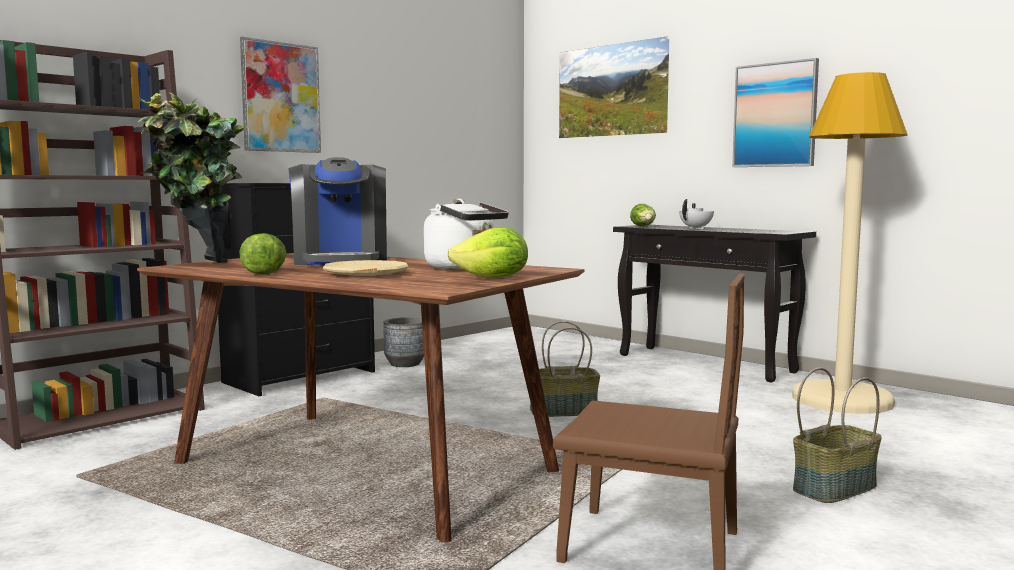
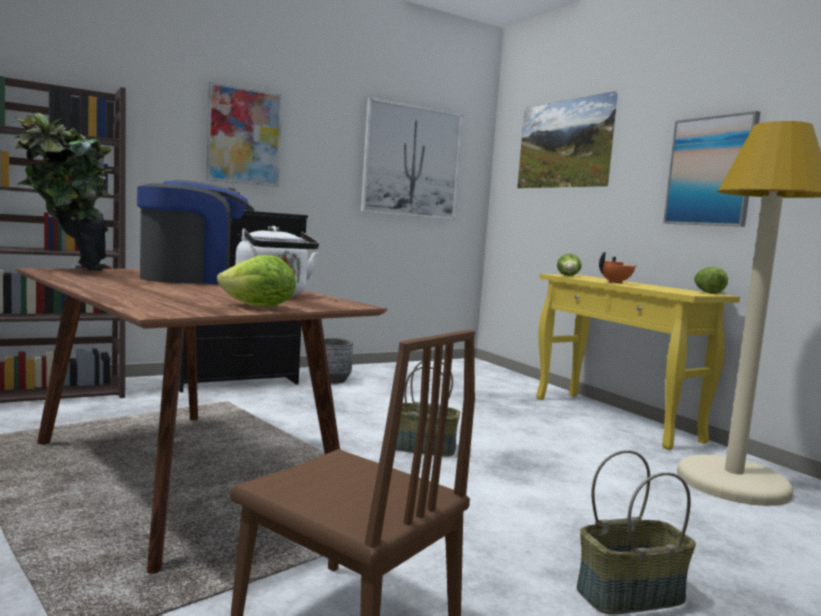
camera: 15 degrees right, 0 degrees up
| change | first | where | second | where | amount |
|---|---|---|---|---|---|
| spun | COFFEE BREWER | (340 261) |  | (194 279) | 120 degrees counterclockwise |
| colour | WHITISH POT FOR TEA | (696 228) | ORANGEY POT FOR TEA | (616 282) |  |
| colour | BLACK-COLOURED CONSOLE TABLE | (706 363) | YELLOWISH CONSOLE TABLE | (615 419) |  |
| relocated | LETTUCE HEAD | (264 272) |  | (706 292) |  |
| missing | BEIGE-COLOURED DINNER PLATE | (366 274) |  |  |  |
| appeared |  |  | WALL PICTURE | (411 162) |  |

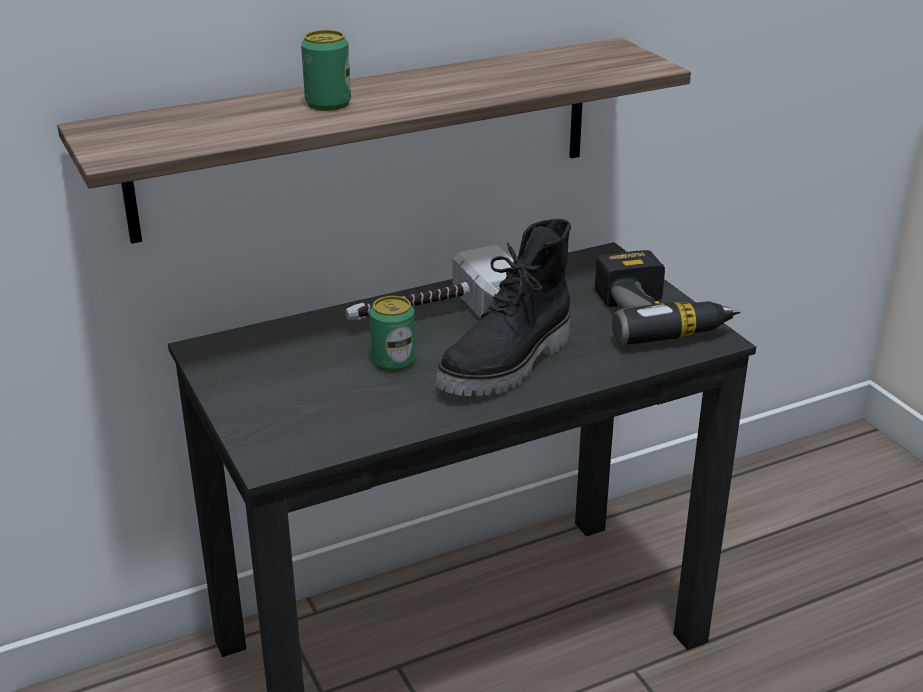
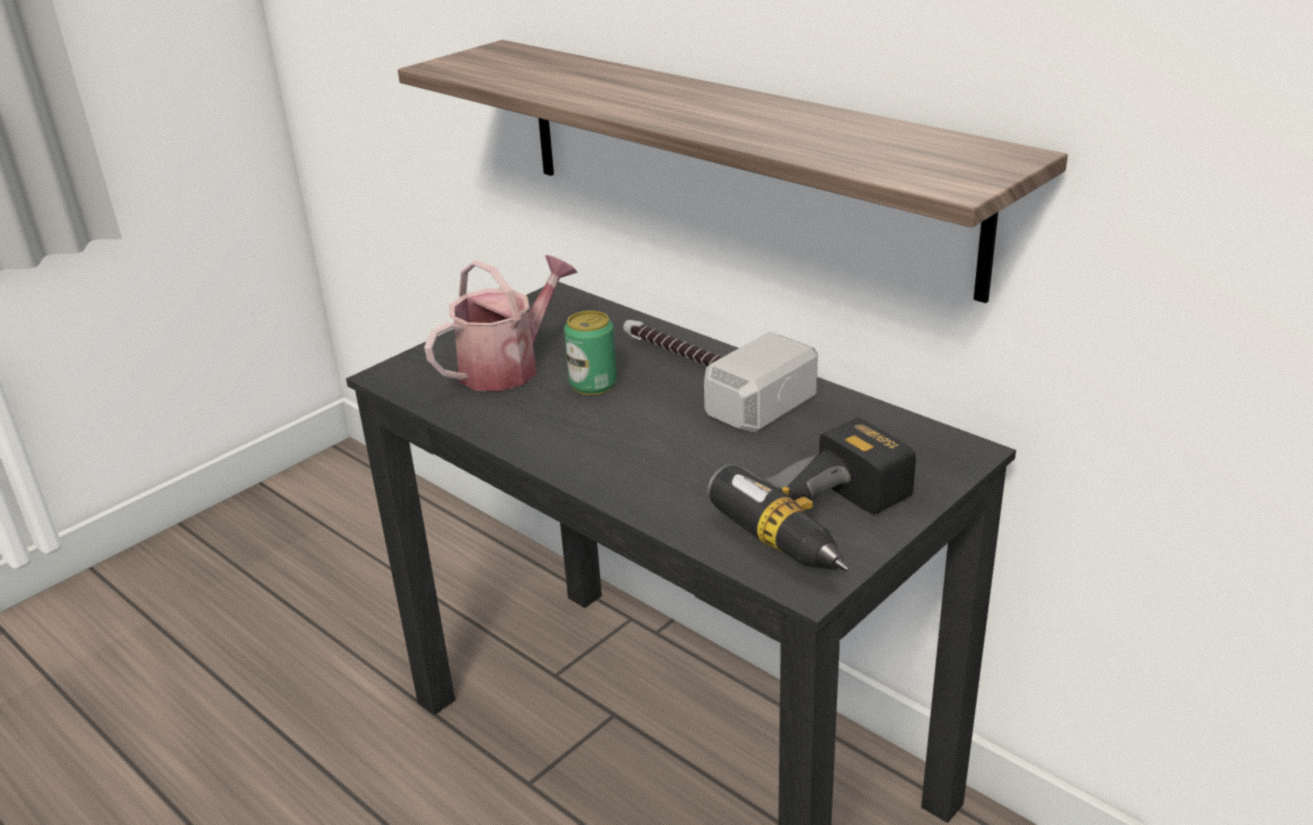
camera: 70 degrees right, 0 degrees up
| change | first | where | second | where | amount |
|---|---|---|---|---|---|
| missing | CAN | (328 103) |  |  |  |
| missing | BLACK-COLOURED BOOT | (508 366) |  |  |  |
| appeared |  |  | WATERING CAN | (508 366) |  |

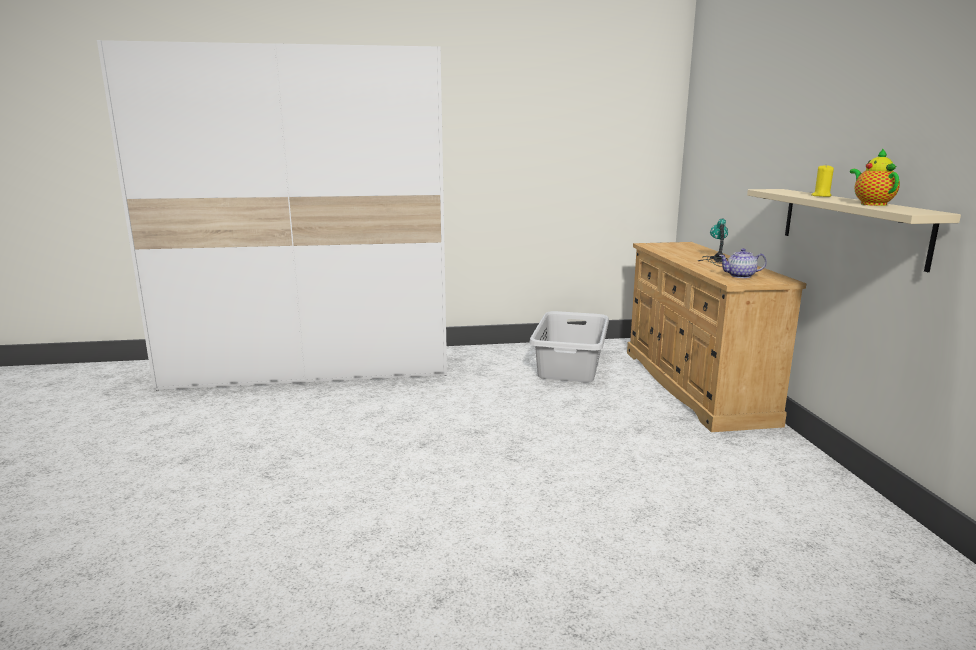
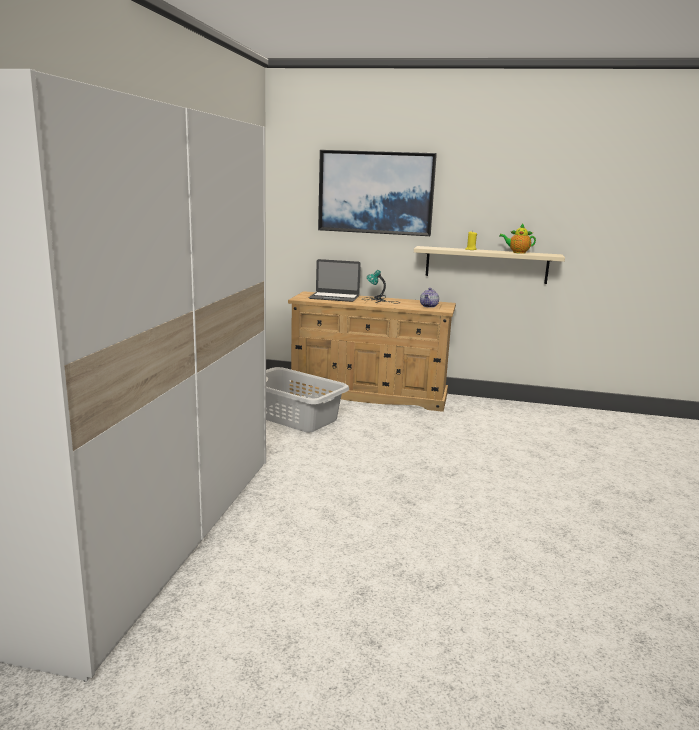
camera: 70 degrees left, 0 degrees up
| change | first | where | second | where | amount |
|---|---|---|---|---|---|
| appeared |  |  | WALL PICTURE | (376 192) |  |
| appeared |  |  | PORTABLE COMPUTER | (334 297) |  |

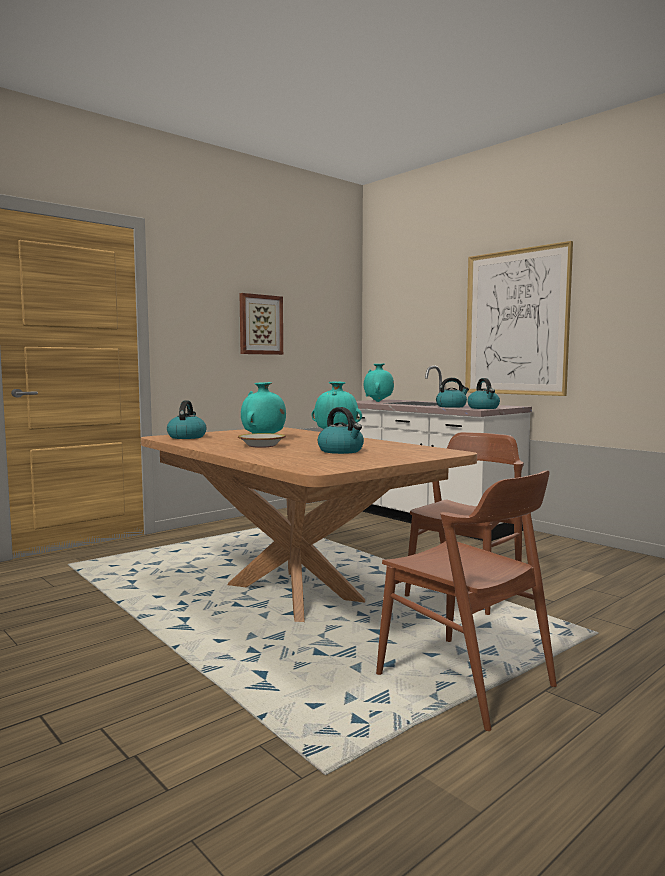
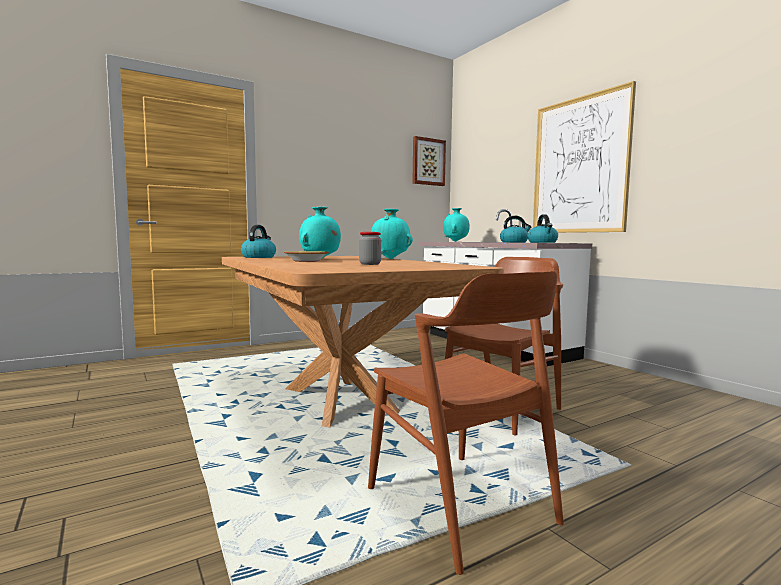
camera: 10 degrees right, 0 degrees up
| change | first | where | second | where | amount |
|---|---|---|---|---|---|
| relocated | WALL PICTURE | (260 324) |  | (428 162) |  |
| exchanged | KETTLE | (341 451) | STORAGE JAR | (370 264) |  |

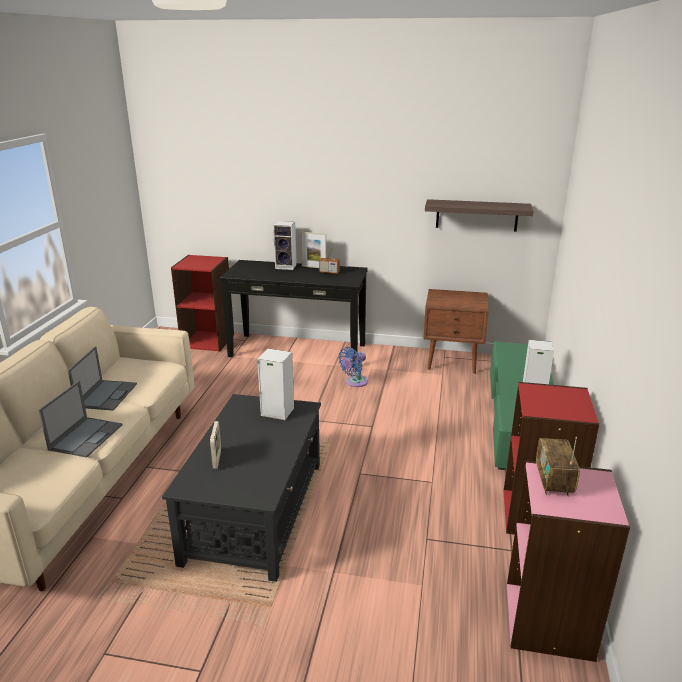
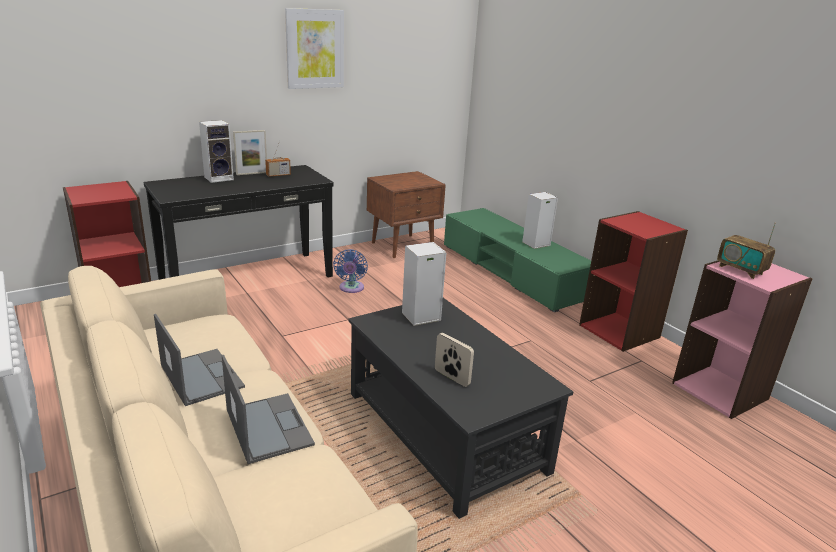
camera: 45 degrees left, 0 degrees up
| change | first | where | second | where | amount |
|---|---|---|---|---|---|
| missing | WALL SHELF | (476 215) |  |  |  |
| appeared |  |  | WALL PICTURE | (315 49) |  |

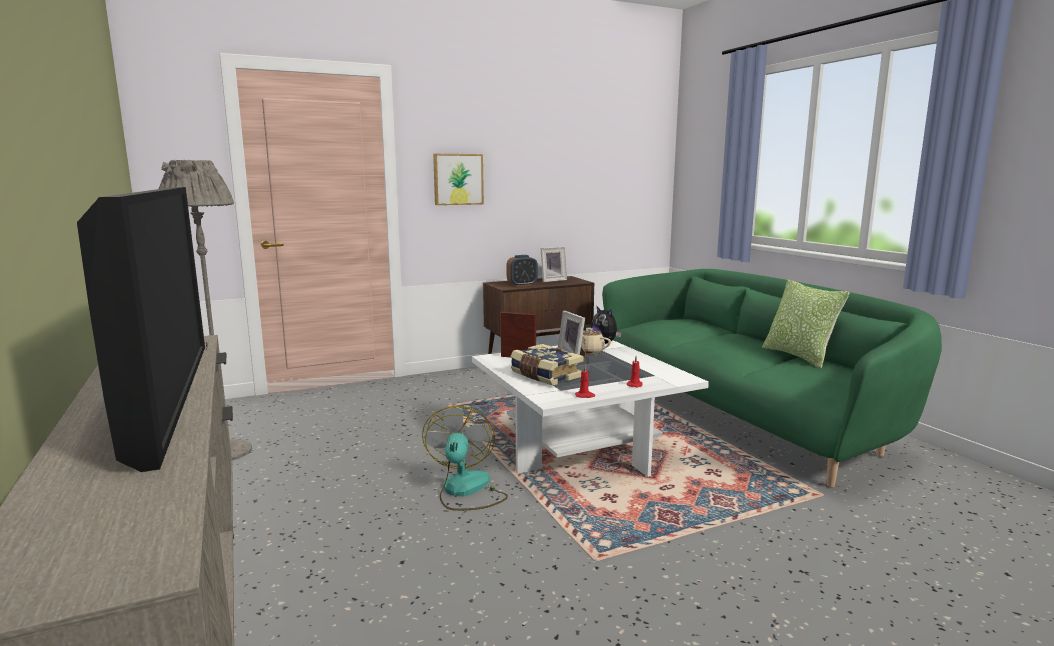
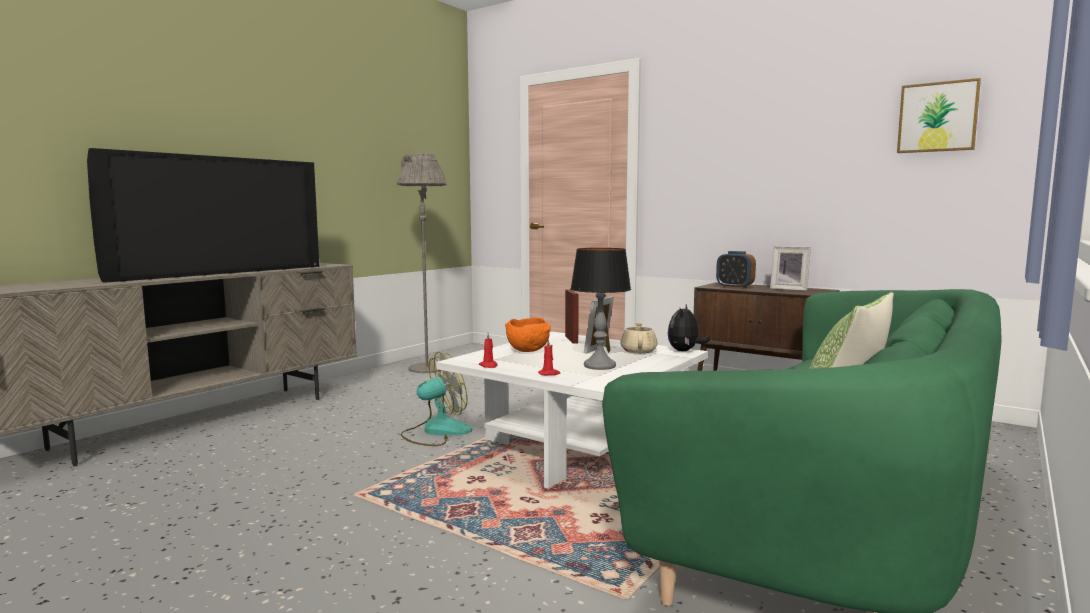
camera: 60 degrees right, 5 degrees down
| change | first | where | second | where | amount |
|---|---|---|---|---|---|
| relocated | WALL PICTURE | (458 179) |  | (937 117) |  |
| exchanged | BOOK | (545 376) | ORANGEY SERVING BOWL | (529 351) |  |
| appeared |  |  | TABLE LAMP | (599 365) |  |

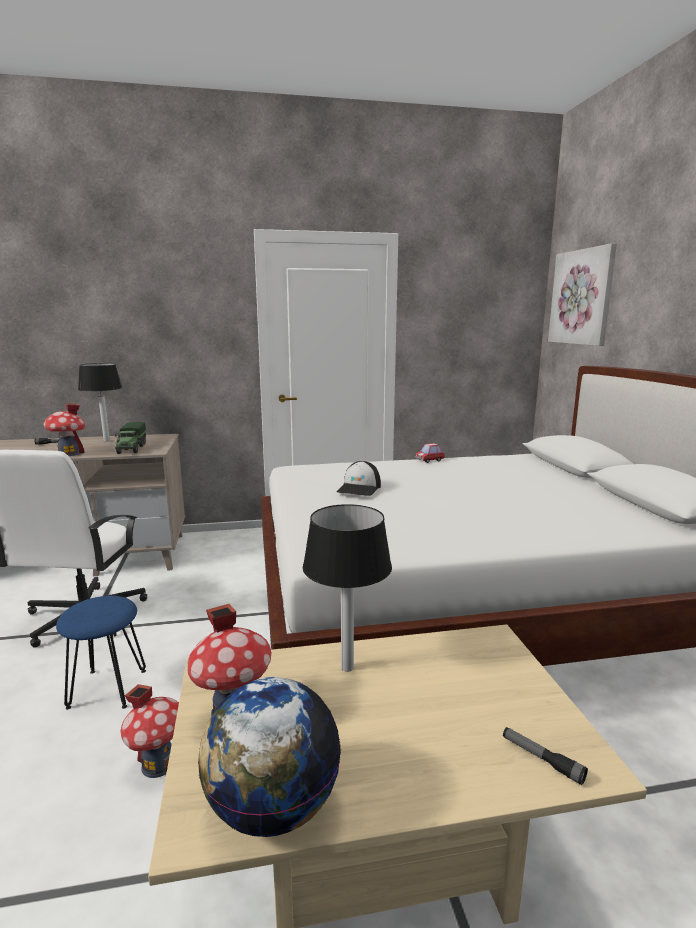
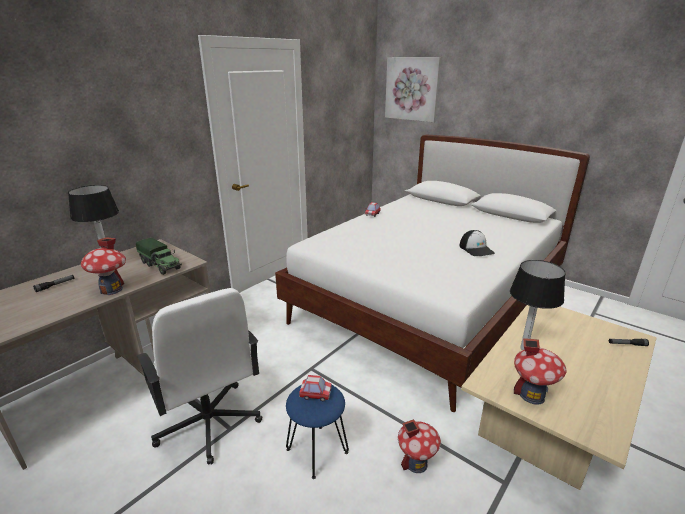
camera: 40 degrees left, 10 degrees up
| change | first | where | second | where | amount |
|---|---|---|---|---|---|
| relocated | BASEBALL CAP | (359 488) |  | (476 249) |  |
| missing | GLOBE | (272 807) |  |  |  |
| appeared |  |  | MINIATURE CAR | (315 394) |  |

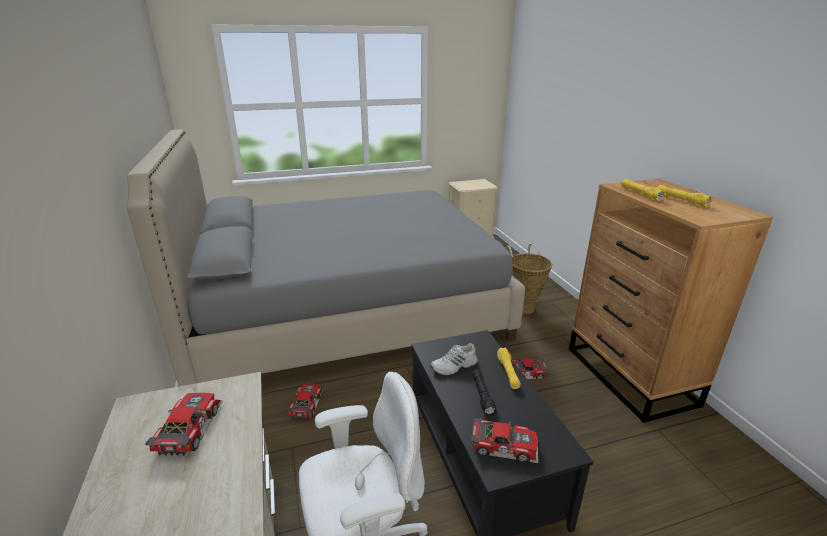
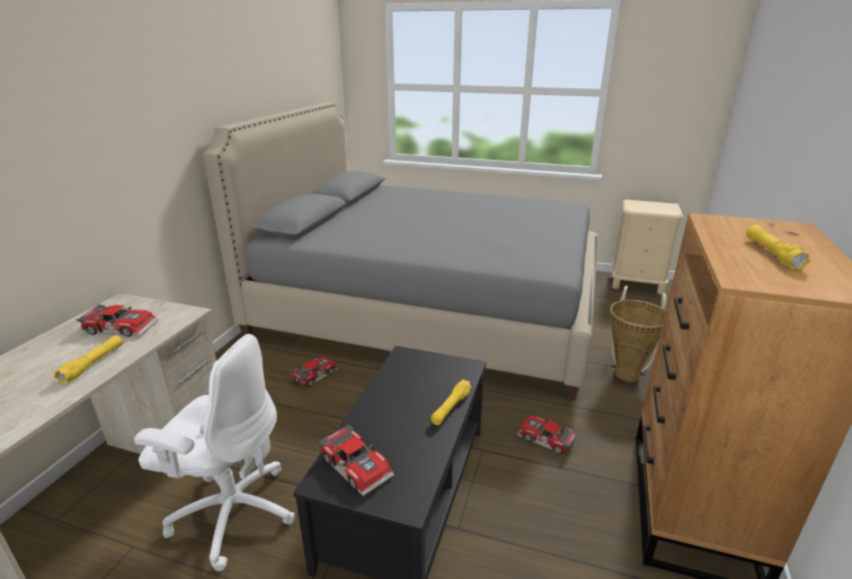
camera: 35 degrees right, 0 degrees up
| change | first | where | second | where | amount |
|---|---|---|---|---|---|
| relocated | YELLOWISH TORCH | (640 194) |  | (93 364) |  |
| missing | WHITISH LOW SHOE | (454 366) |  |  |  |
| missing | BLACK-COLOURED TORCH | (482 396) |  |  |  |
| spun | MINIATURE CAR | (187 429) |  | (122 327) | 60 degrees clockwise |

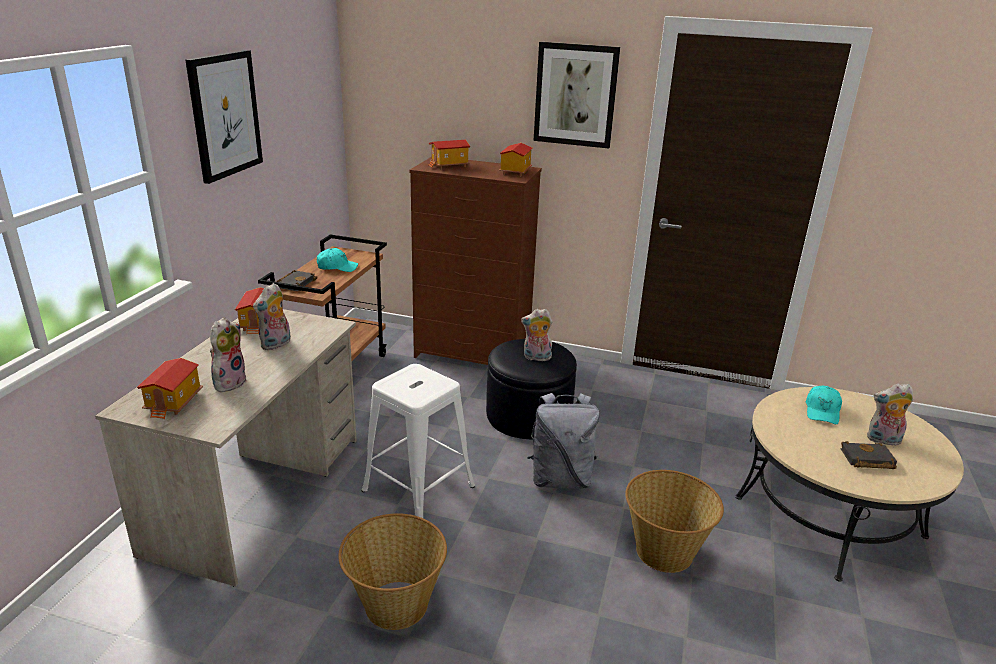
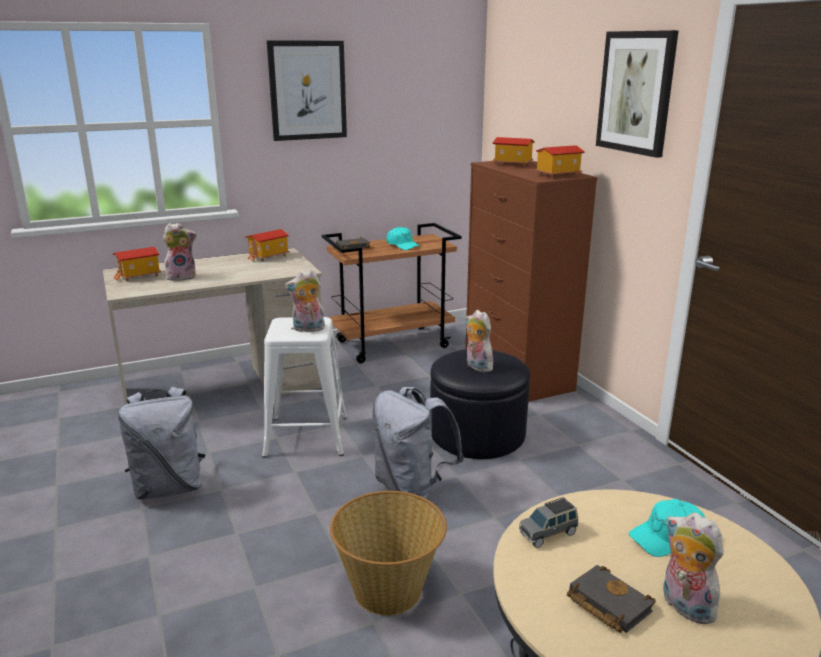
camera: 50 degrees right, 5 degrees down
| change | first | where | second | where | amount |
|---|---|---|---|---|---|
| relocated | PLUSH TOY | (276 345) |  | (308 329) |  |
| exchanged | STORAGE BASKET | (395 604) | GRAY KNAPSACK | (169 487) |  |
| appeared |  |  | GRAY MINIATURE CAR | (548 533) |  |

